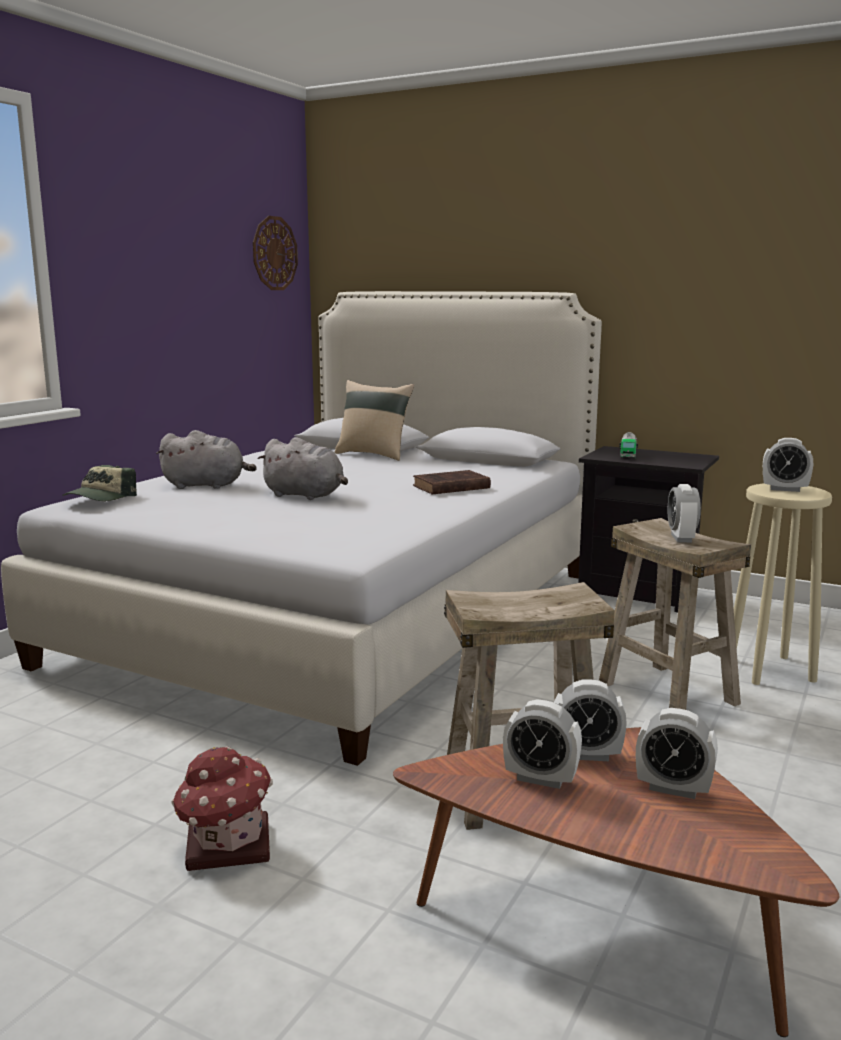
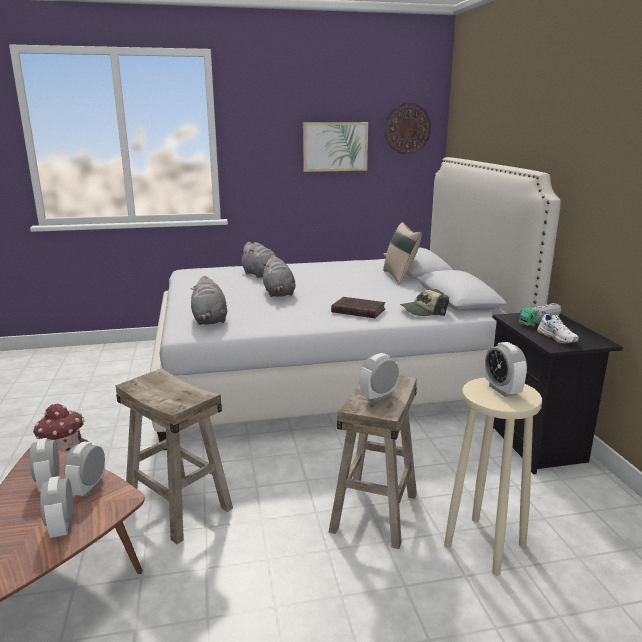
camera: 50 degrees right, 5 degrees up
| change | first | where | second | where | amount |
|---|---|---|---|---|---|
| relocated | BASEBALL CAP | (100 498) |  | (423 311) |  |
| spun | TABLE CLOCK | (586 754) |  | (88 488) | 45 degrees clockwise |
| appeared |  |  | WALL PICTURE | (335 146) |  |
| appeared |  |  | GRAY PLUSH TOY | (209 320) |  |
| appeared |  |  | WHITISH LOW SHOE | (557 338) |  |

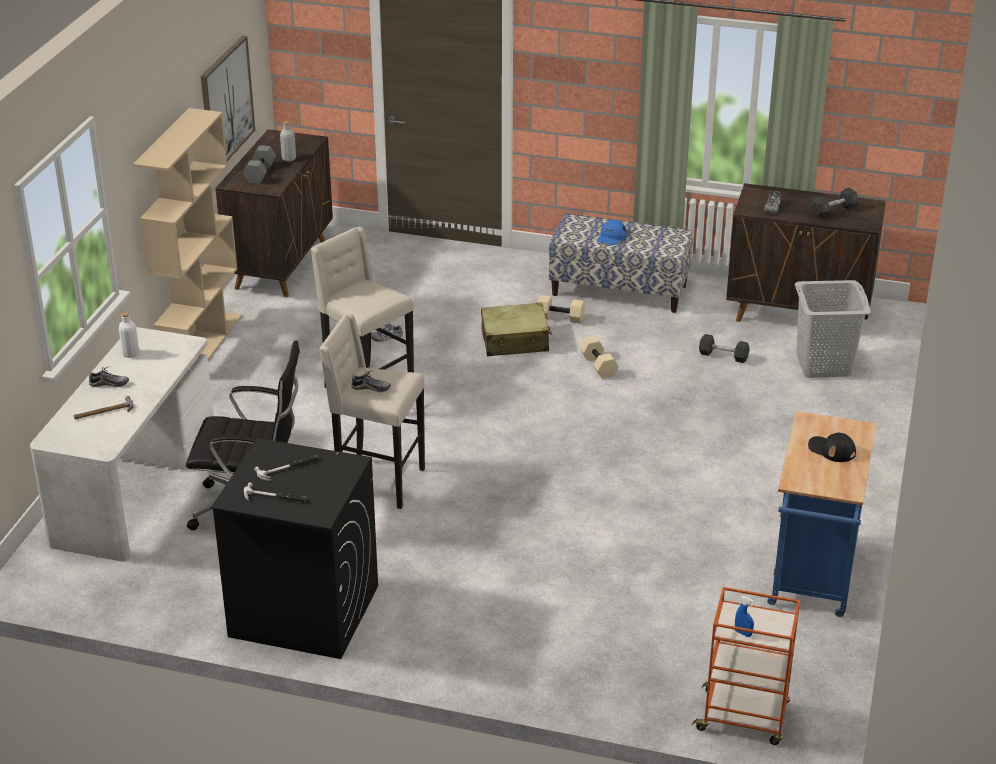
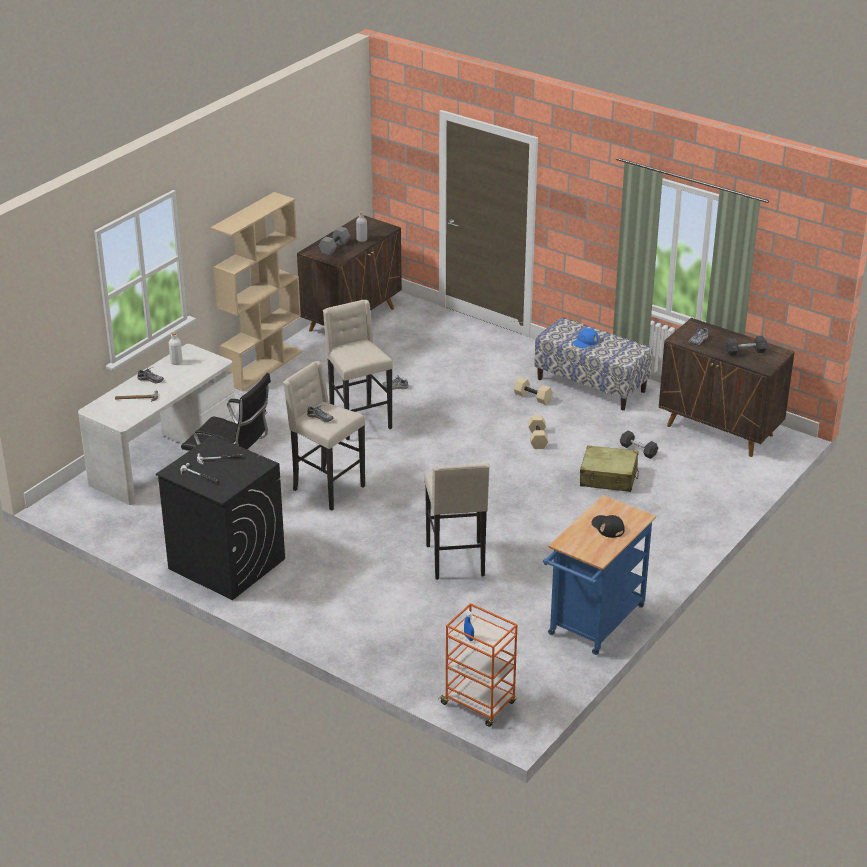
camera: 20 degrees right, 0 degrees up
| change | first | where | second | where | amount |
|---|---|---|---|---|---|
| missing | WALL PICTURE | (226 104) |  |  |  |
| missing | GRAY HAMPER | (824 365) |  |  |  |
| relocated | BEIGE-COLOURED PIECE OF LUGGAGE | (515 340) |  | (608 477) |  |
| appeared |  |  | BEIGE-COLOURED SITTING STOOL | (457 561) |  |

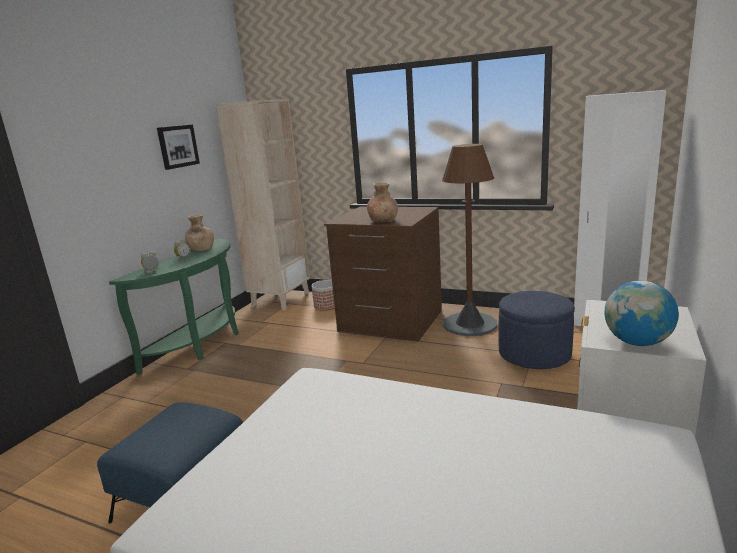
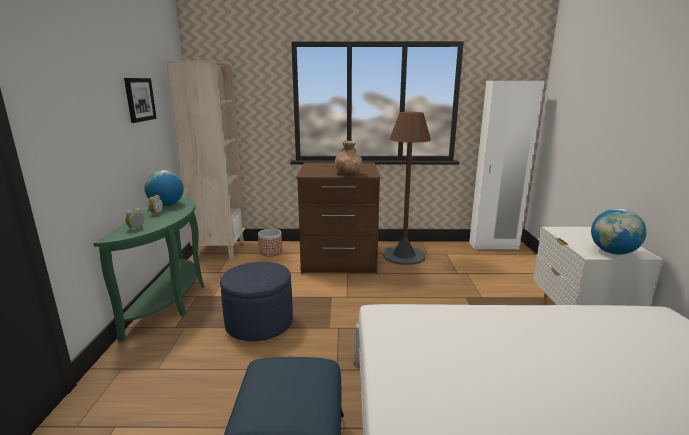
camera: 25 degrees left, 0 degrees up
| change | first | where | second | where | amount |
|---|---|---|---|---|---|
| exchanged | BROWNISH VASE | (201 249) | GLOBE | (166 205) |  |
| relocated | BLUE POUFFE | (534 354) |  | (259 323) |  |

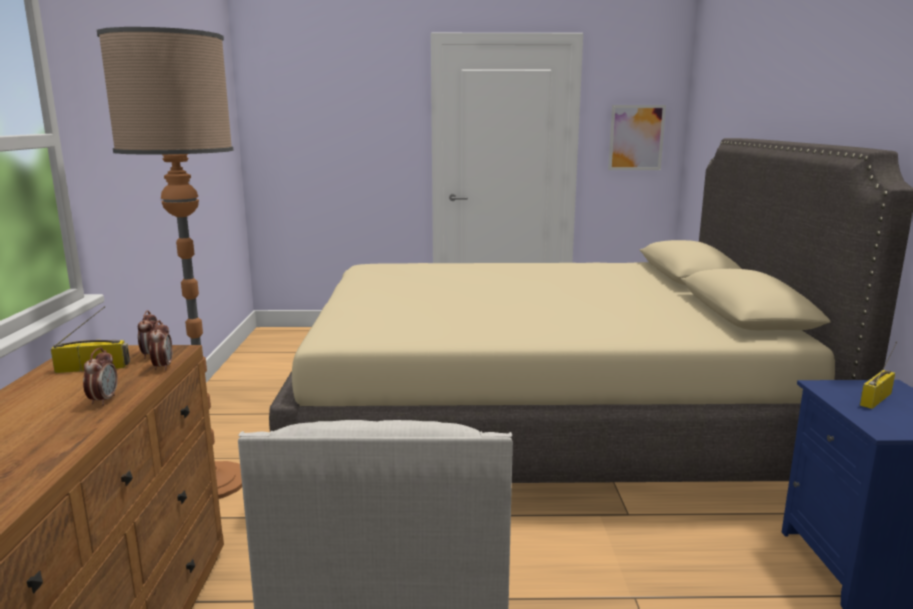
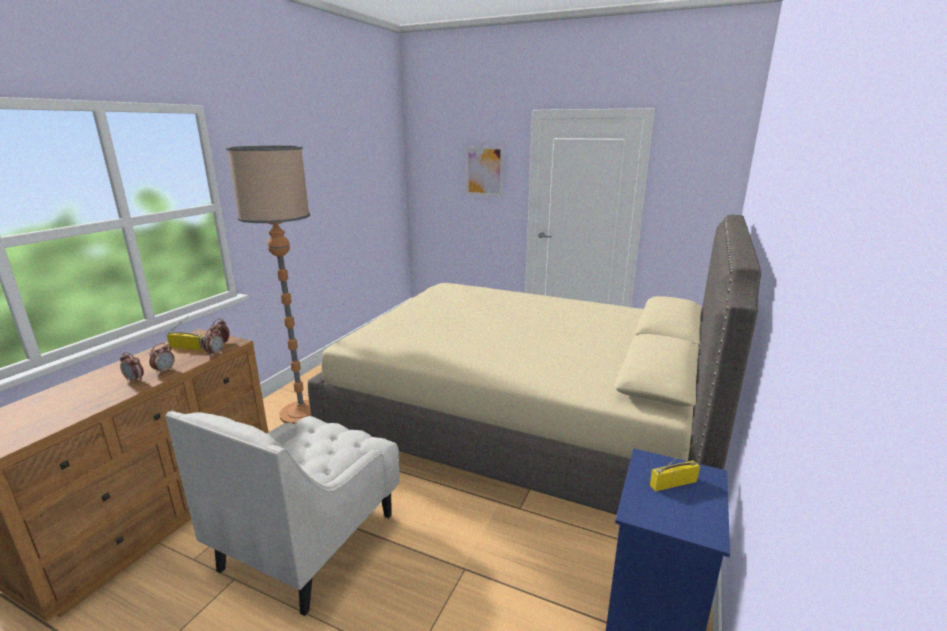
camera: 25 degrees right, 5 degrees up
| change | first | where | second | where | amount |
|---|---|---|---|---|---|
| relocated | WALL PICTURE | (636 137) |  | (484 171) |  |
| appeared |  |  | TABLE CLOCK | (135 380) |  |

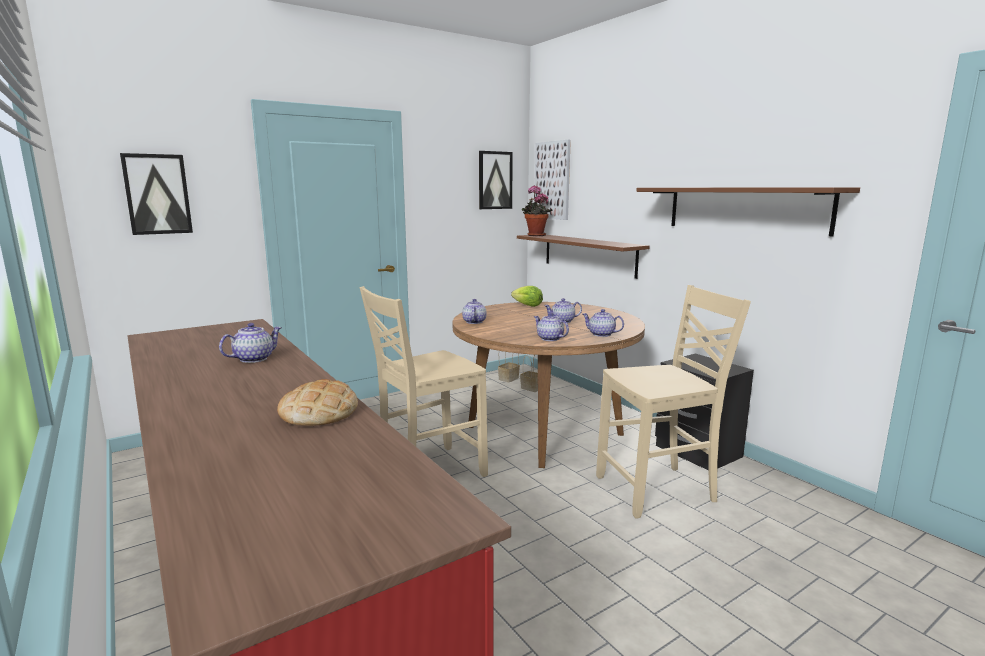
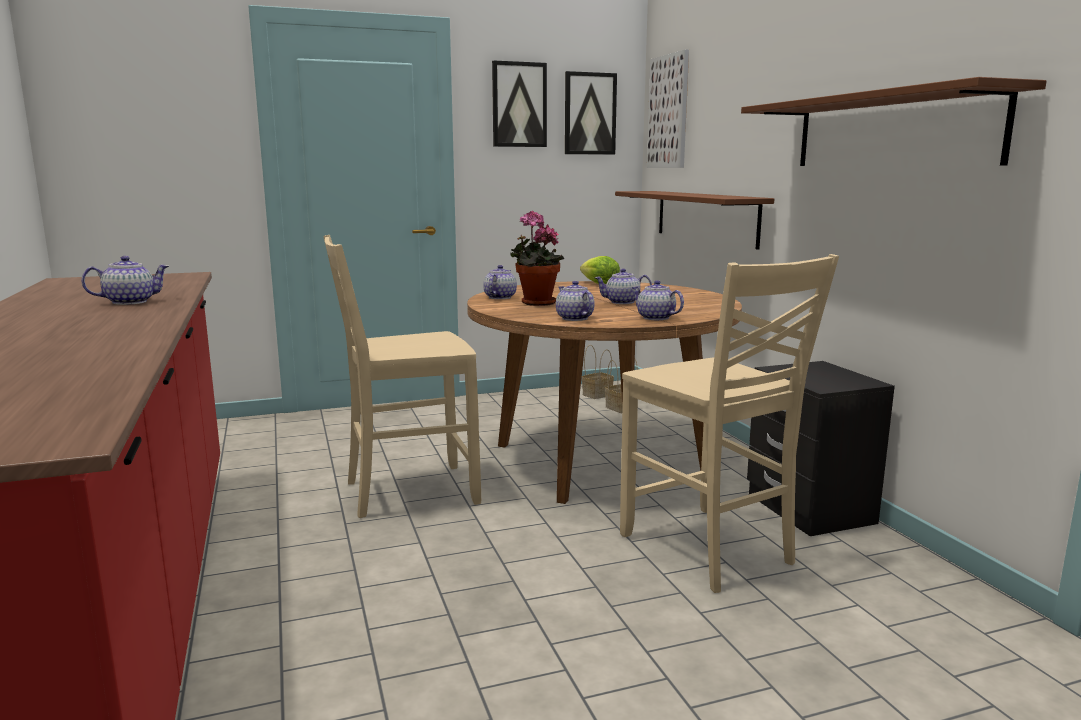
camera: 15 degrees right, 0 degrees up
| change | first | where | second | where | amount |
|---|---|---|---|---|---|
| relocated | WALL PICTURE | (157 194) |  | (519 105) |  |
| relocated | PLANT IN A POT | (535 235) |  | (535 303) |  |
| spun | BEIGE-COLOURED UPRIGHT CHAIR | (658 490) |  | (708 550) | 60 degrees clockwise |
| missing | BAKERY BREAD | (319 412) |  |  |  |

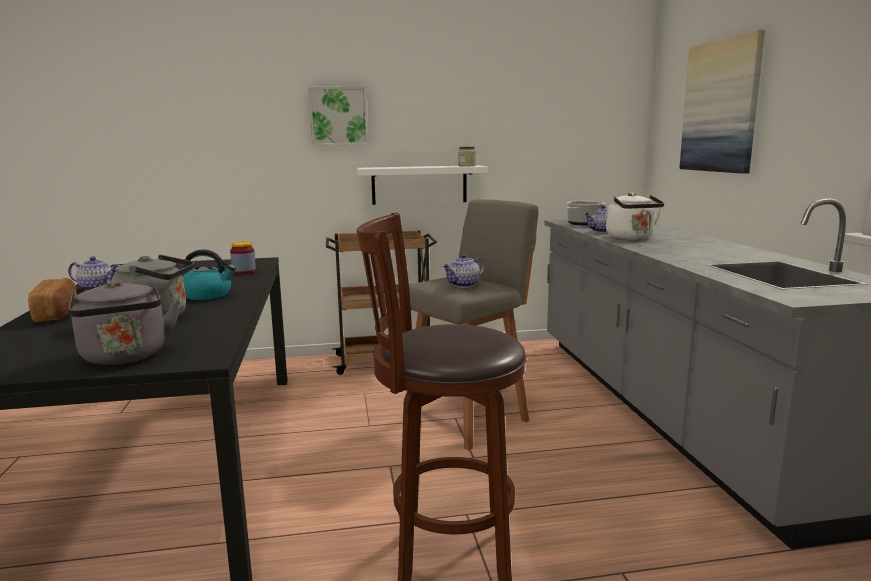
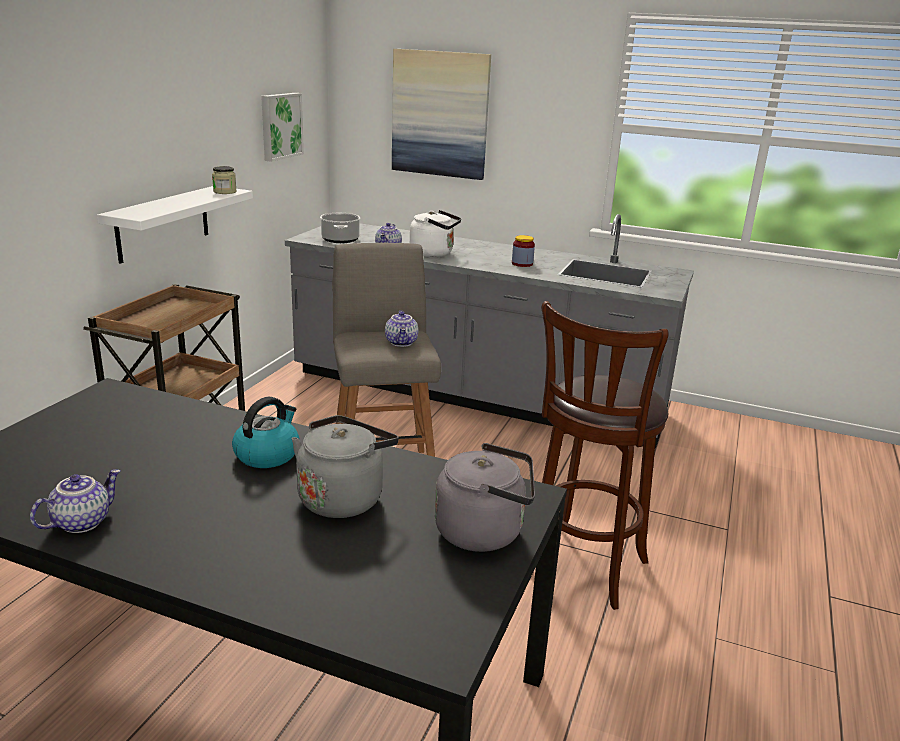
camera: 60 degrees left, 10 degrees up
| change | first | where | second | where | amount |
|---|---|---|---|---|---|
| relocated | WALL PICTURE | (338 116) |  | (280 126) |  |
| relocated | STORAGE JAR | (244 272) |  | (522 264) |  |
| missing | BAKERY BREAD | (58 313) |  |  |  |

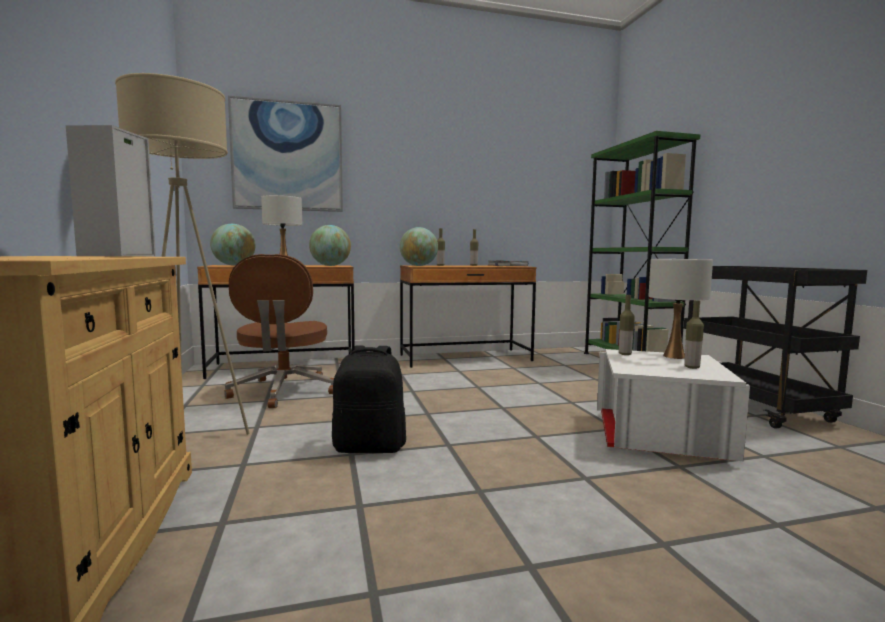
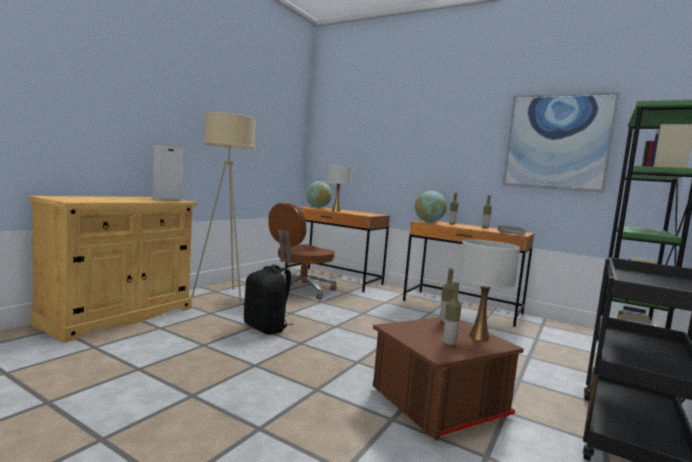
camera: 45 degrees right, 0 degrees up
| change | first | where | second | where | amount |
|---|---|---|---|---|---|
| relocated | WALL PICTURE | (288 156) |  | (557 142) |  |
| missing | GLOBE | (330 265) |  |  |  |
| colour | WHITISH STORAGE BIN | (658 437) | BROWNISH STORAGE BIN | (437 403) |  |

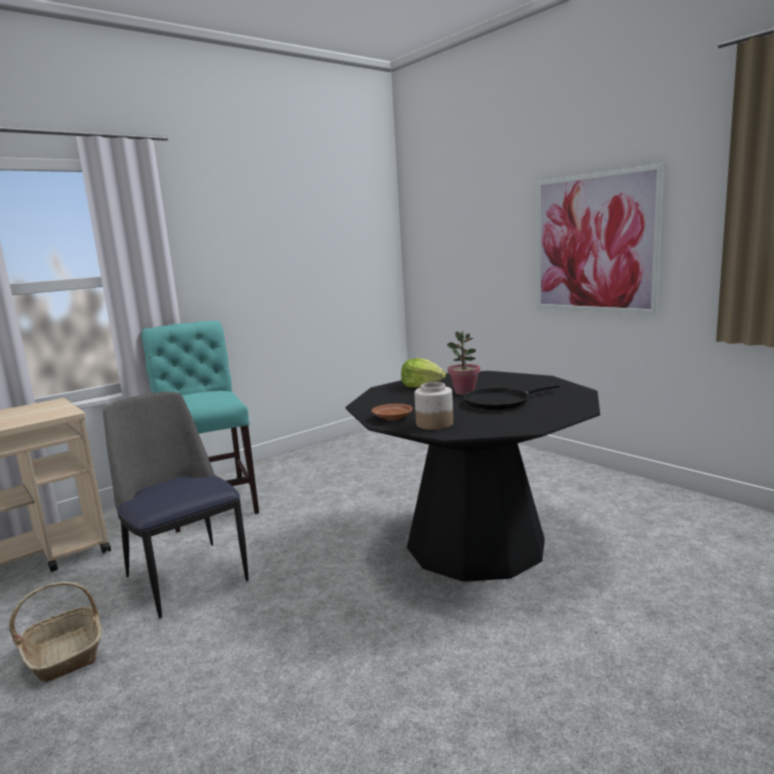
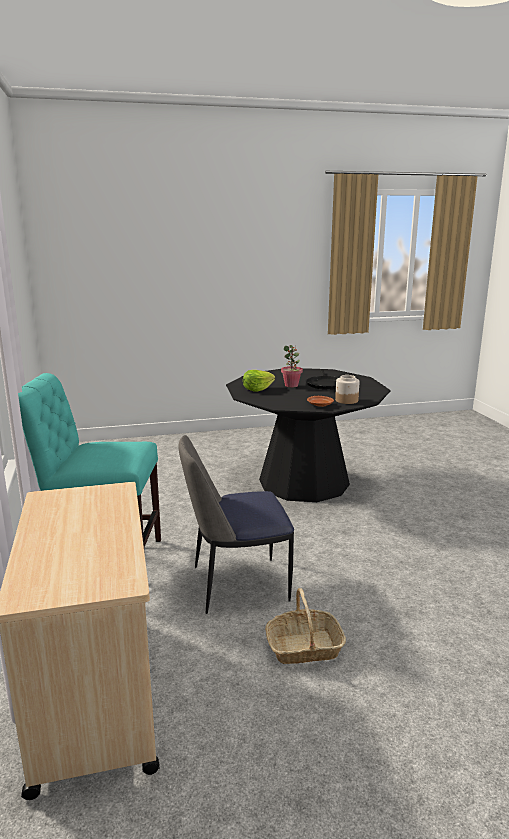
camera: 65 degrees left, 5 degrees up
| change | first | where | second | where | amount |
|---|---|---|---|---|---|
| missing | WALL PICTURE | (594 243) |  |  |  |

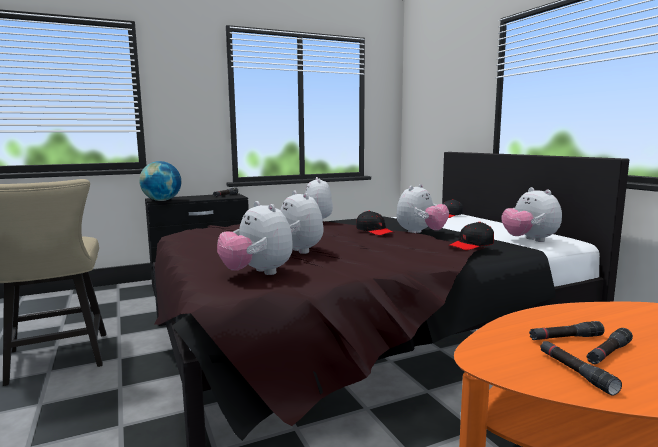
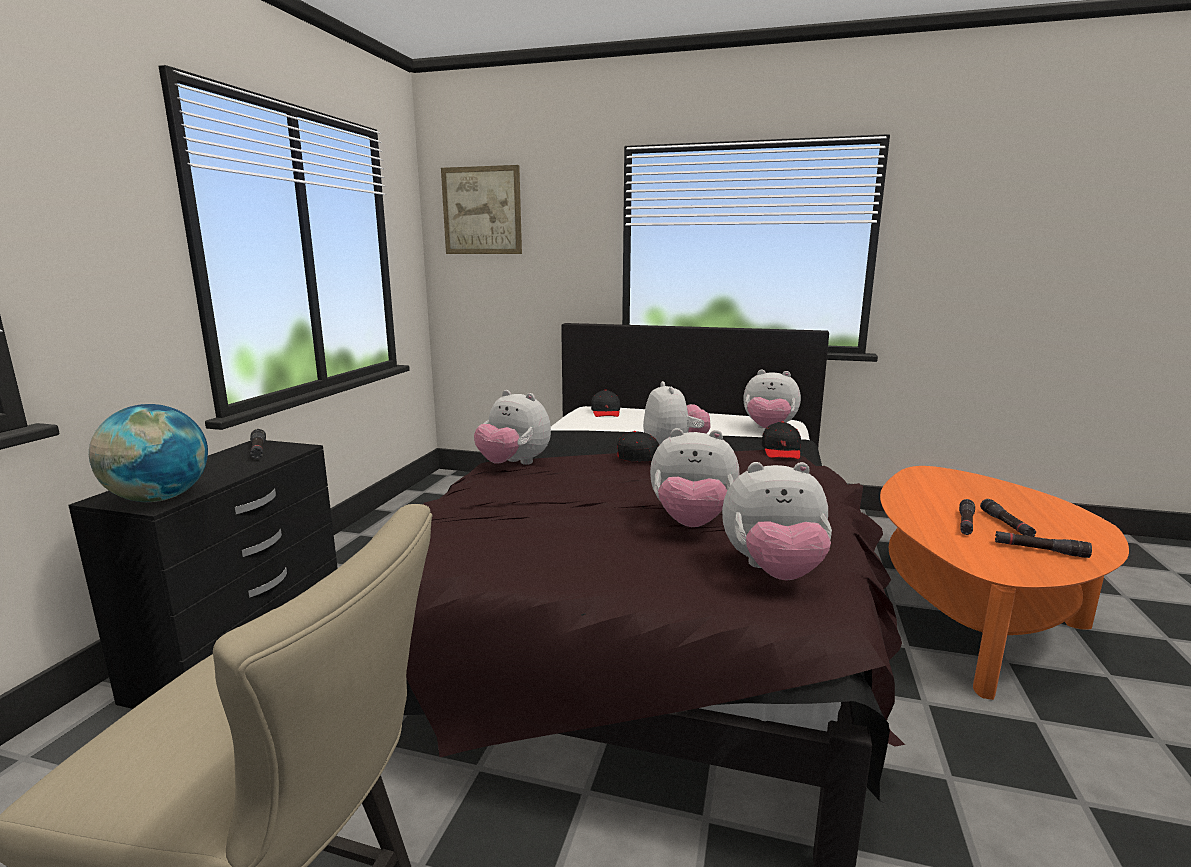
camera: 50 degrees left, 5 degrees up
| change | first | where | second | where | amount |
|---|---|---|---|---|---|
| appeared |  |  | WALL PICTURE | (482 211) |  |

